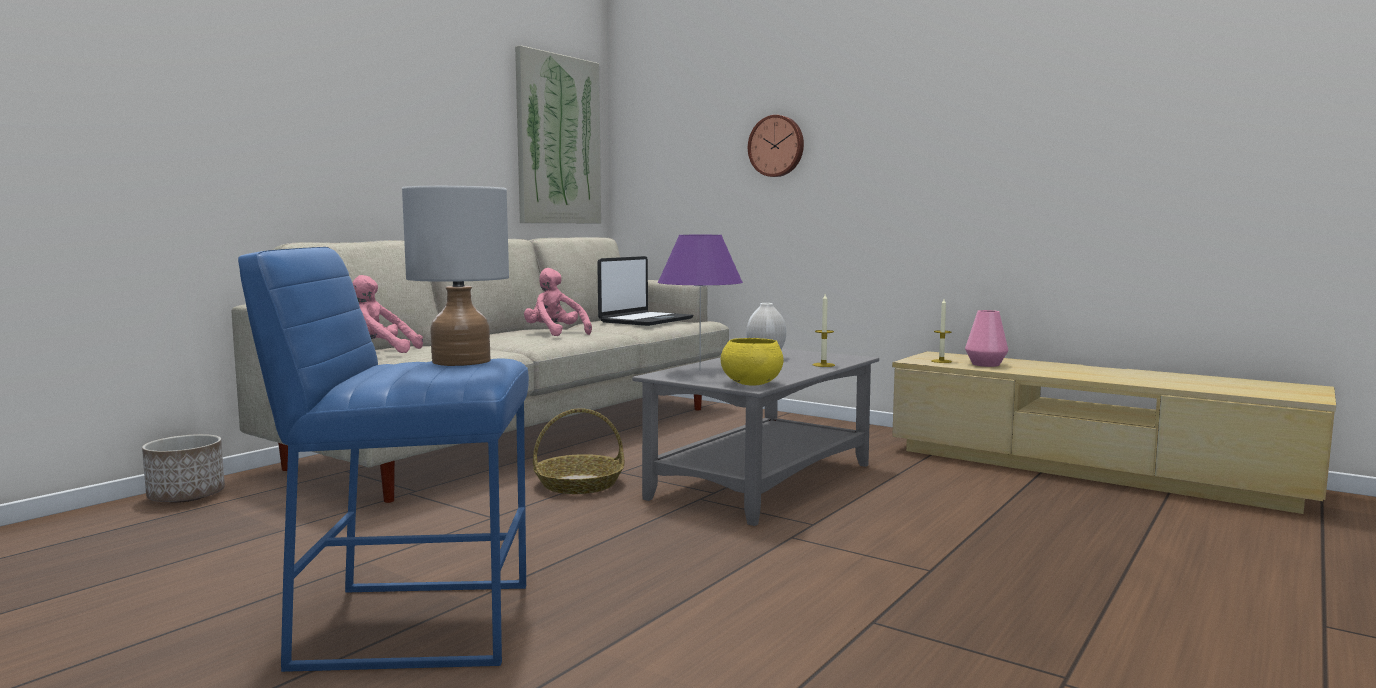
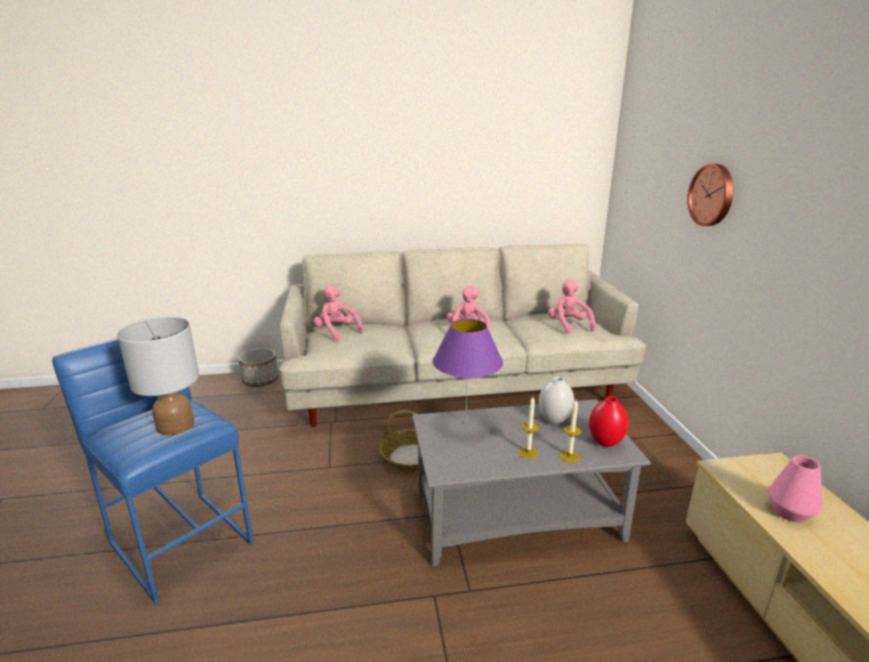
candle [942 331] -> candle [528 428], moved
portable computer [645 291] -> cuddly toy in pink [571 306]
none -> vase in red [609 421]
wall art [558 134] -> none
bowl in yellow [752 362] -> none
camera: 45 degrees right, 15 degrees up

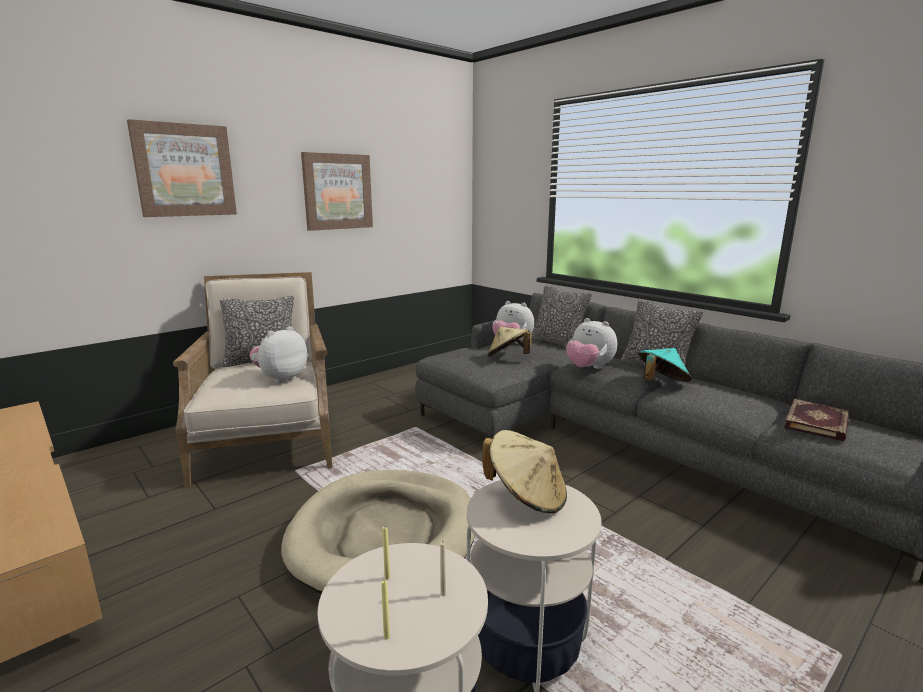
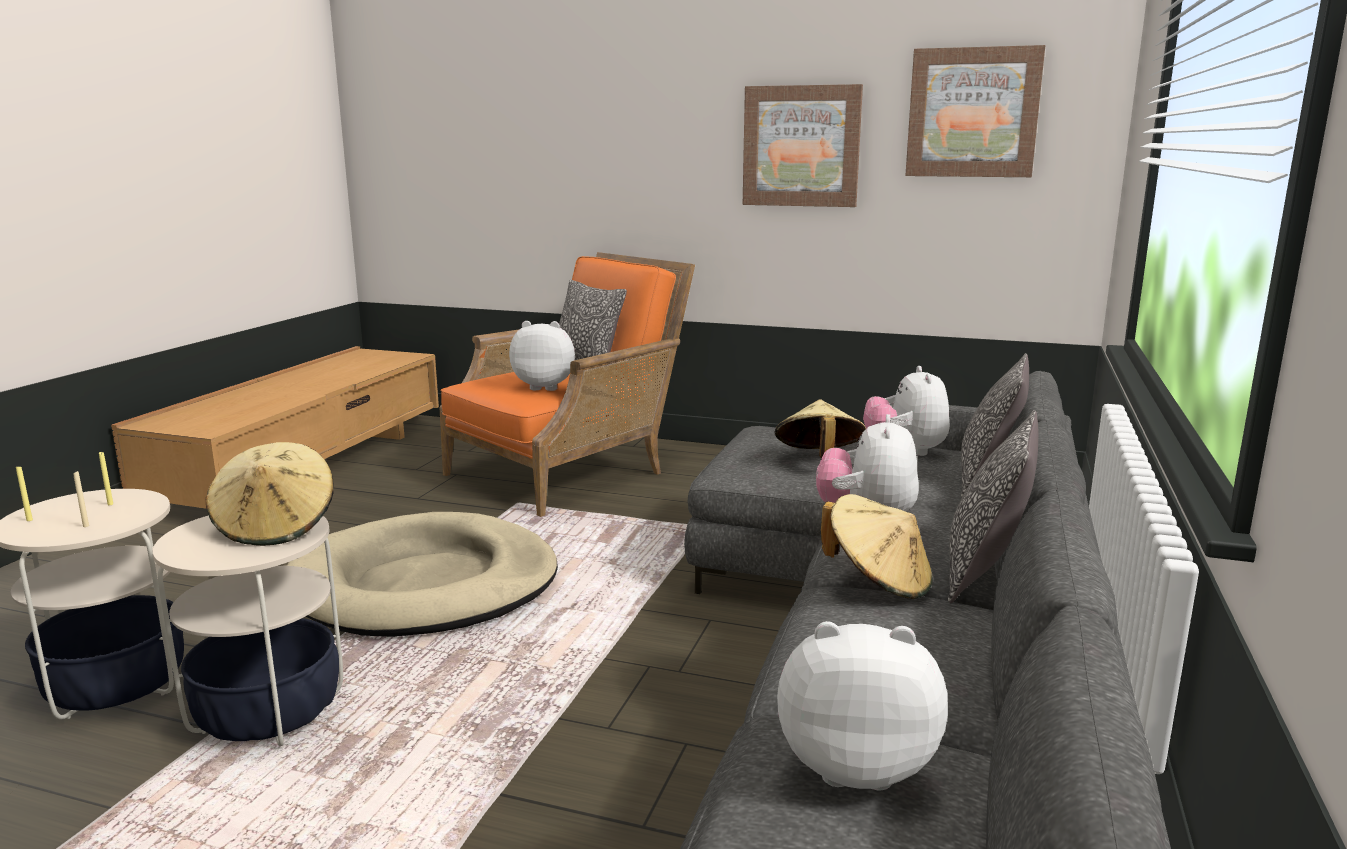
lounge chair in beige [252 380] -> lounge chair in orangey [567 384]
book [816 420] -> cuddly toy [862 705]
wearable hat in turquoise-coloured [665 365] -> wearable hat in beige [877 546]
wall art [182 168] -> wall art [975 111], moved
camera: 60 degrees right, 0 degrees up

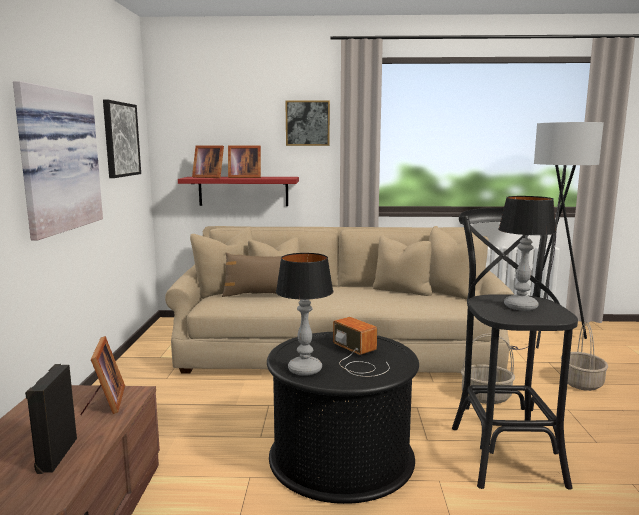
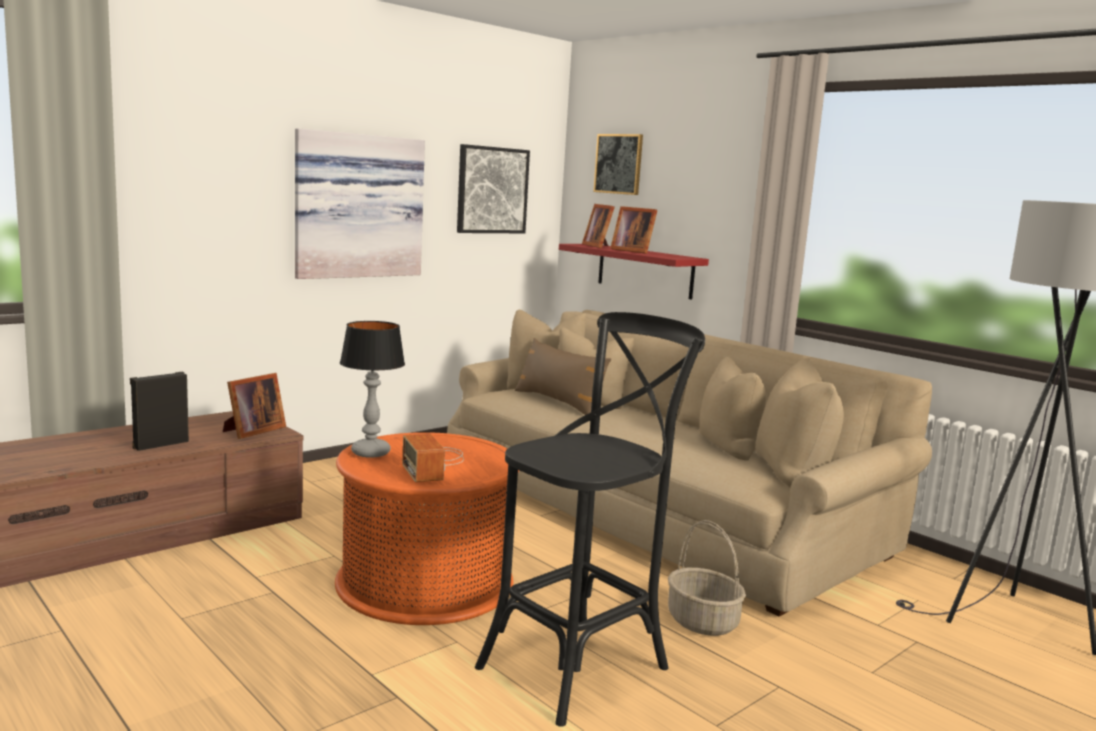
lounge table in black [343 418] -> lounge table in orangey [427 528]
radio receiver [361 347] -> radio receiver [433 458], 150 degrees clockwise
wall art [307 123] -> wall art [618 164], moved
table lamp [527 253] -> none
basket [584 356] -> none
camera: 45 degrees right, 0 degrees up

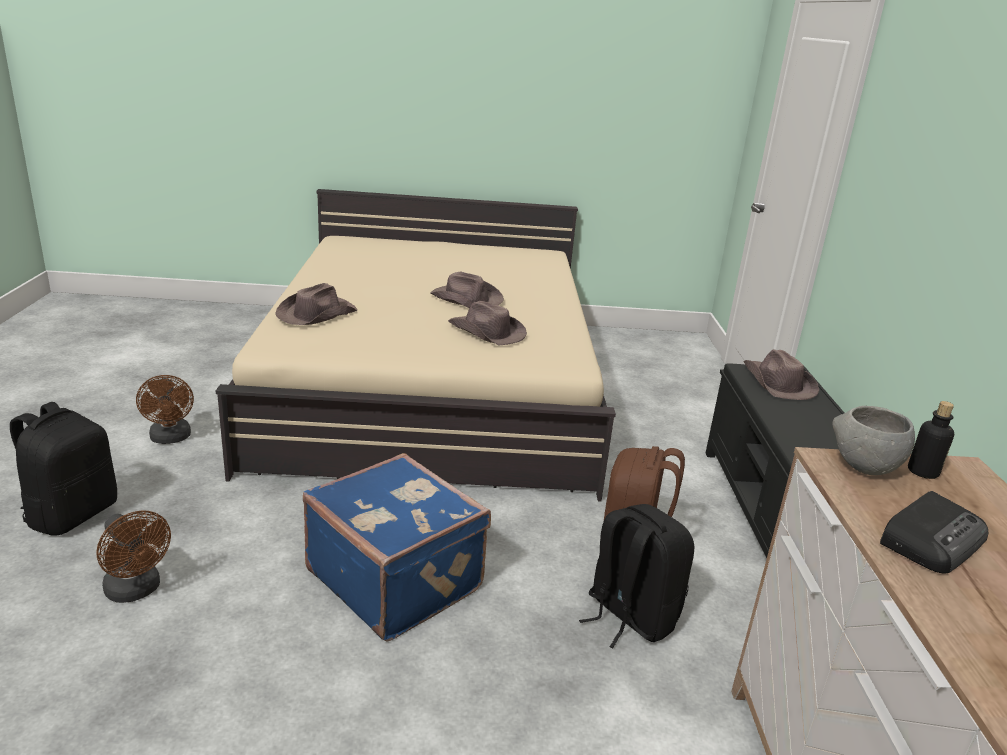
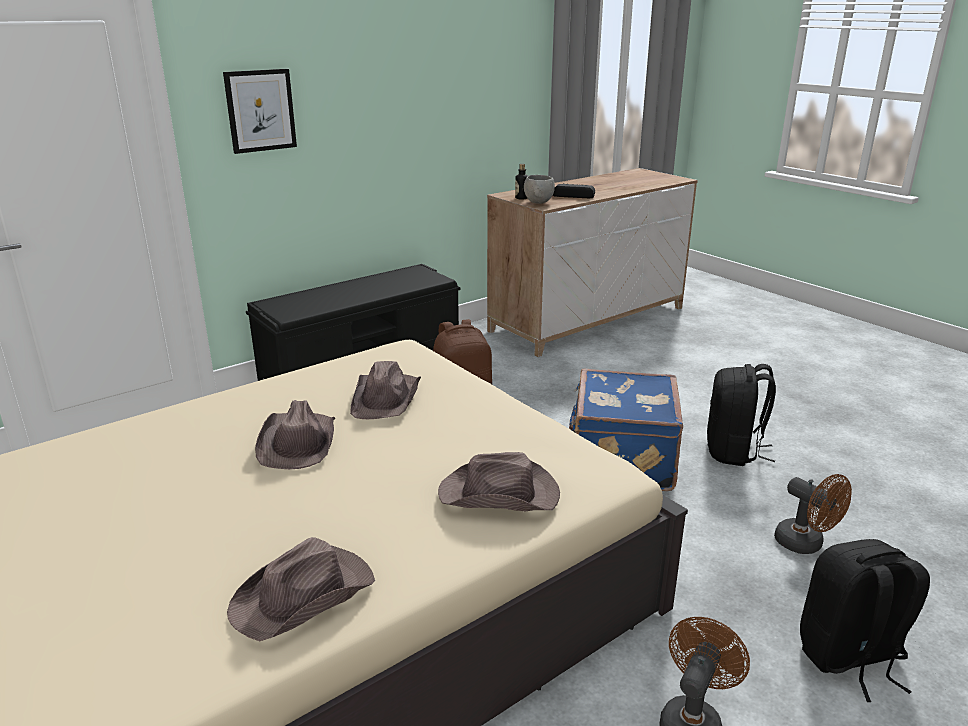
none -> wall art [260 111]
wearable hat in brown [781 374] -> wearable hat in brown [301 589], moved
rucksack in black [636 576] -> rucksack in black [741 415], moved
fan in brown [133 556] -> fan in brown [813 514], 135 degrees clockwise
camera: 125 degrees left, 0 degrees up

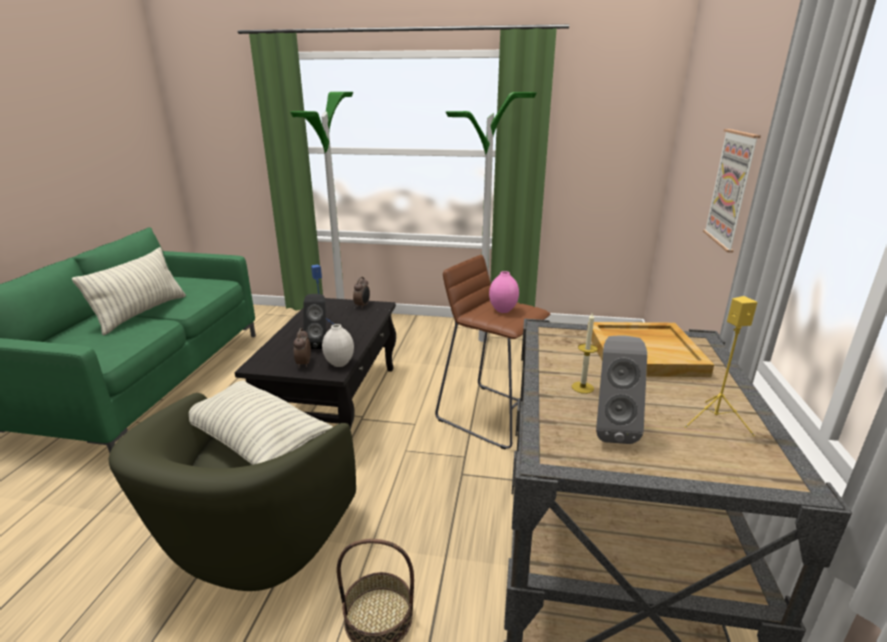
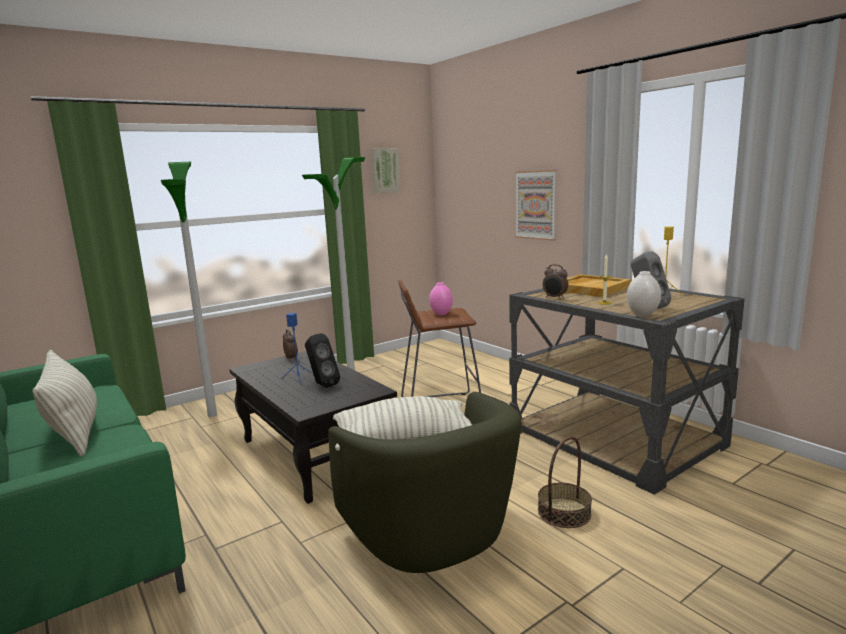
none -> wall art [385 170]
bedside clock [302 348] -> bedside clock [555 281], moved
vase in whitish [338 345] -> vase in whitish [644 294], moved
camera: 45 degrees left, 10 degrees down

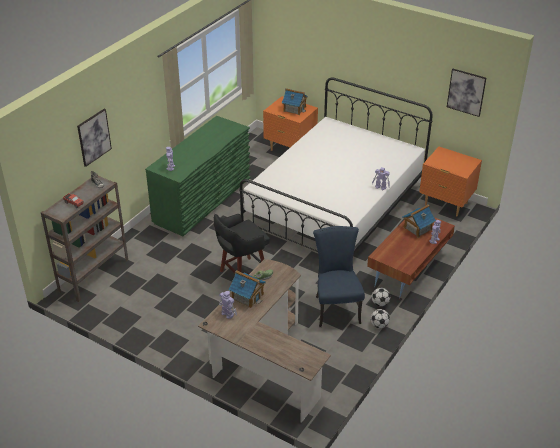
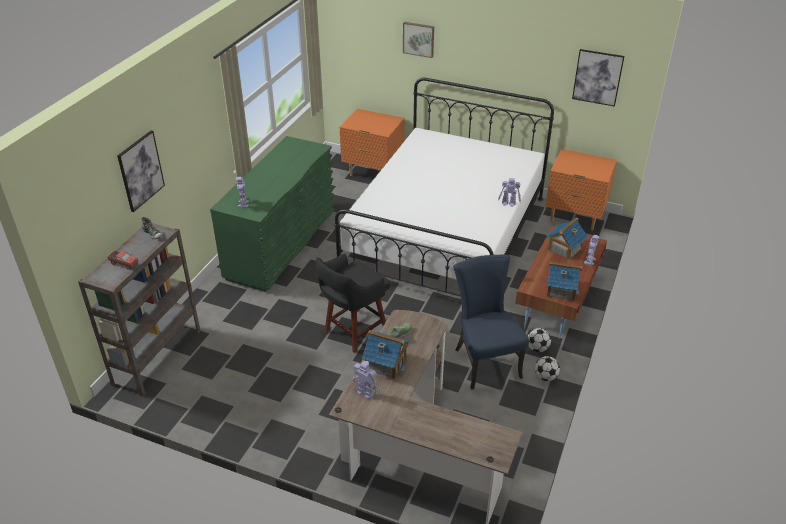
none -> wall art [418 40]
model house [295 101] -> model house [564 281], moved
camera: 10 degrees left, 0 degrees up

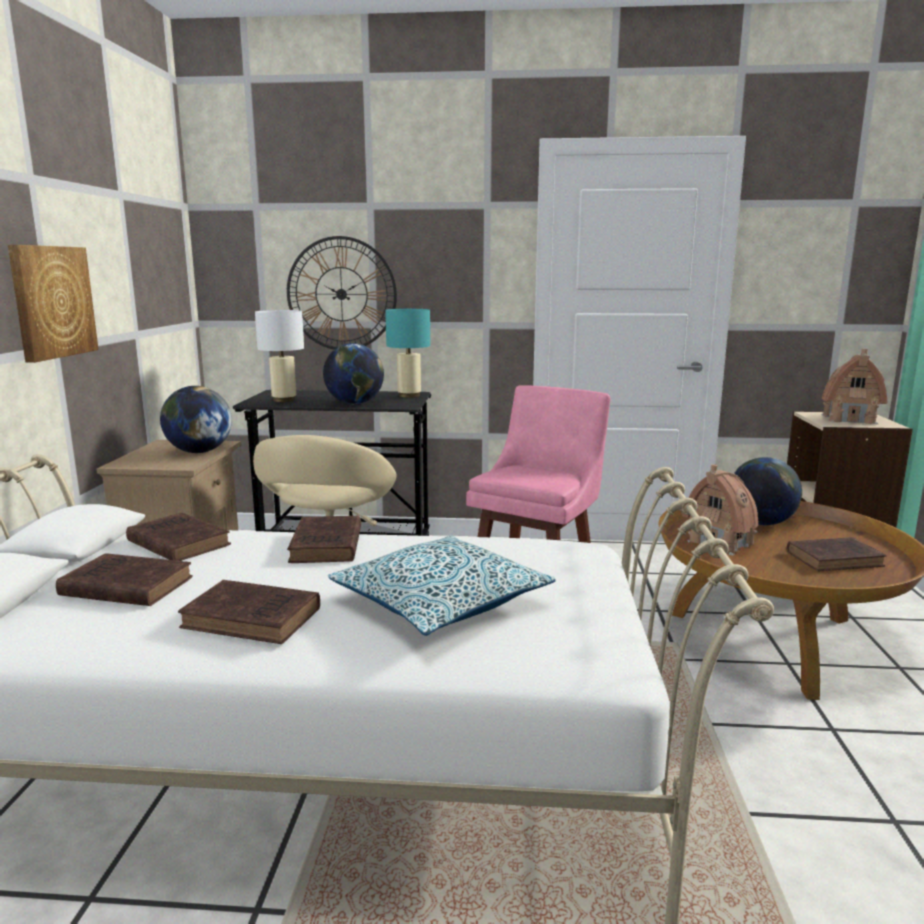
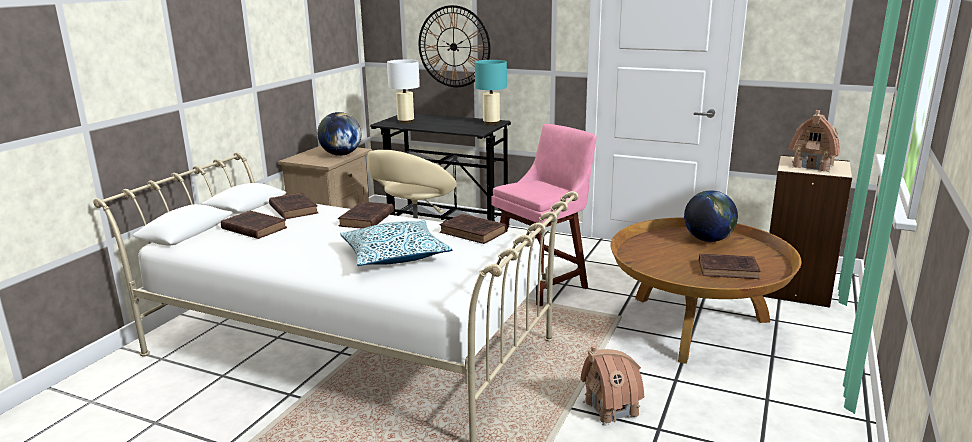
book in brown [249 612] -> book in brown [473 229], moved
model house [720 510] -> model house [612 385], moved
wall art [53 304] -> none
globe [353 373] -> none
camera: 20 degrees right, 5 degrees up

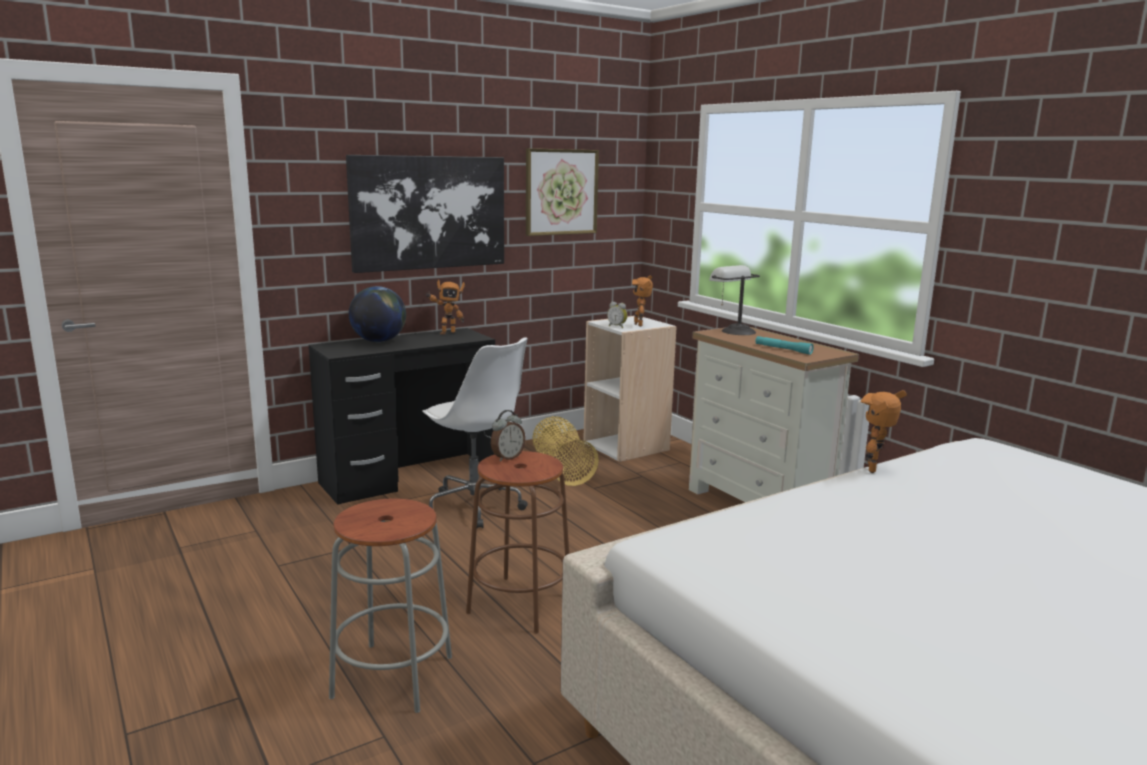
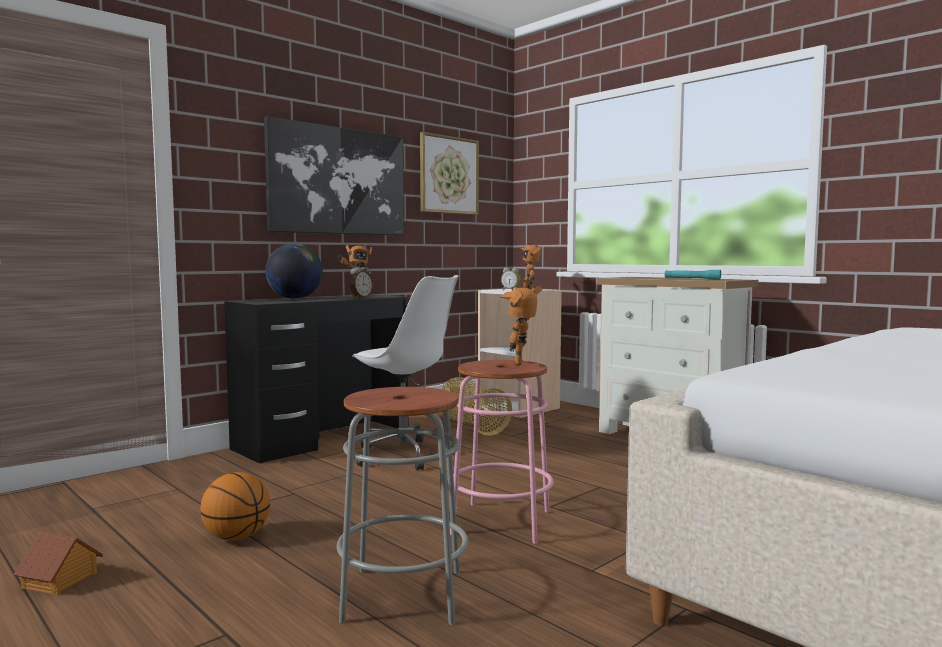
none -> model house [58 563]
none -> basketball ball [235 506]
bedside clock [508 436] -> bedside clock [361 280], moved
sitting stool in brown [517 542] -> sitting stool in pink [501 452]
toy robot [883 431] -> toy robot [521 325], moved
table lamp [734 300] -> none
camera: 10 degrees left, 10 degrees down

